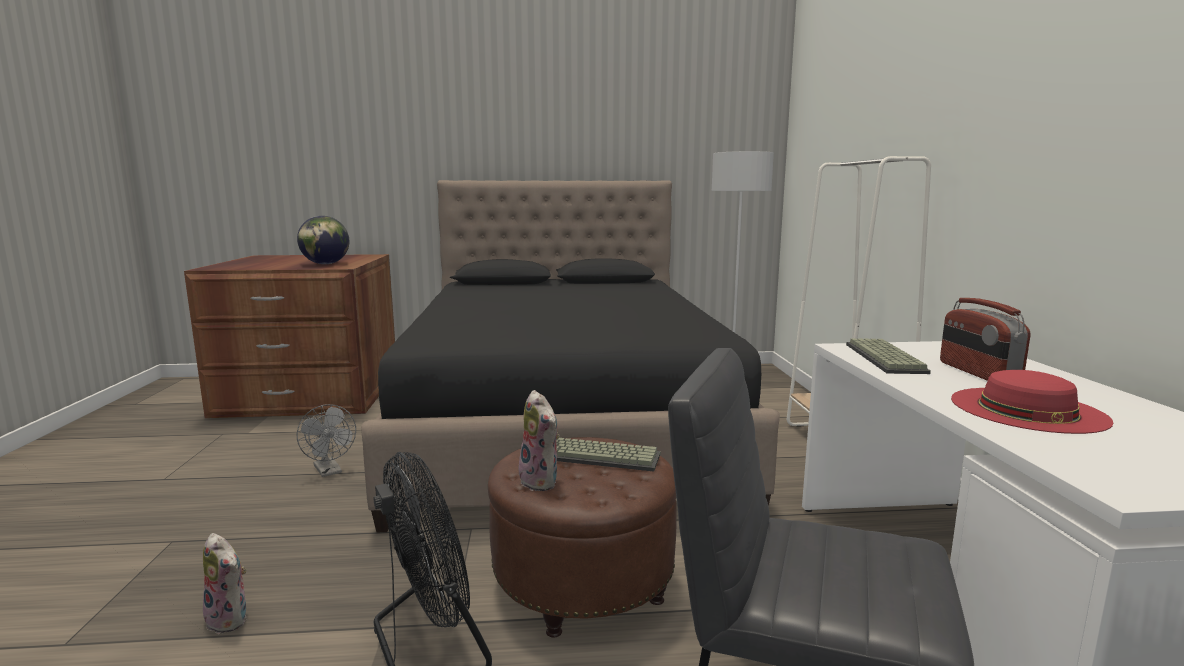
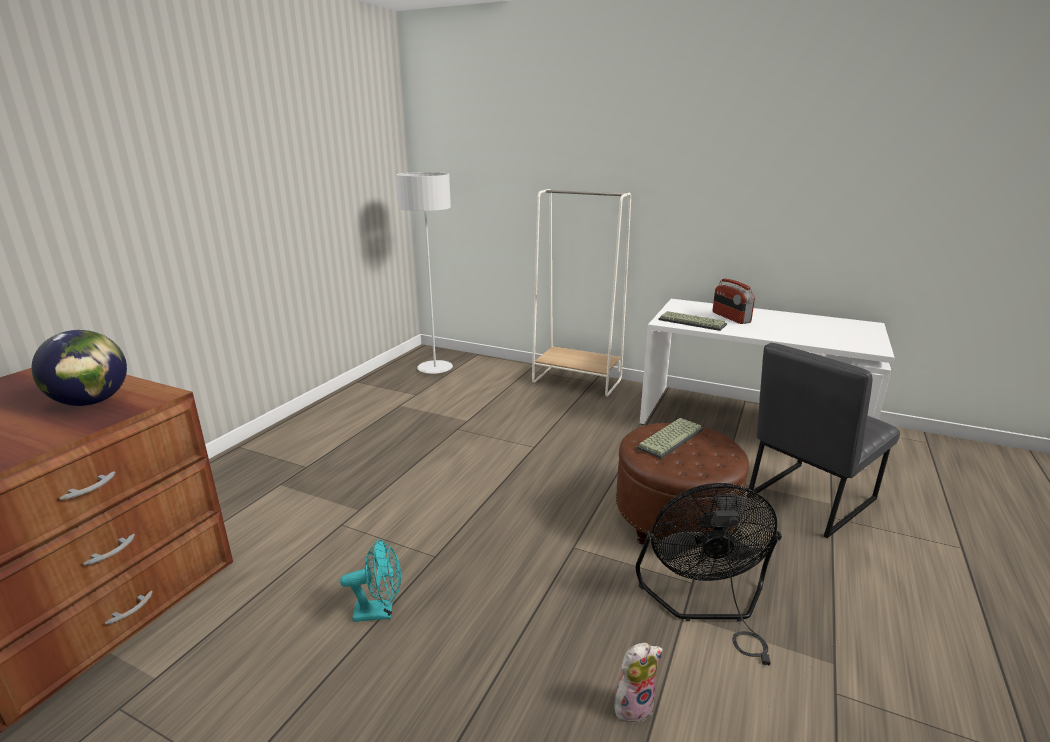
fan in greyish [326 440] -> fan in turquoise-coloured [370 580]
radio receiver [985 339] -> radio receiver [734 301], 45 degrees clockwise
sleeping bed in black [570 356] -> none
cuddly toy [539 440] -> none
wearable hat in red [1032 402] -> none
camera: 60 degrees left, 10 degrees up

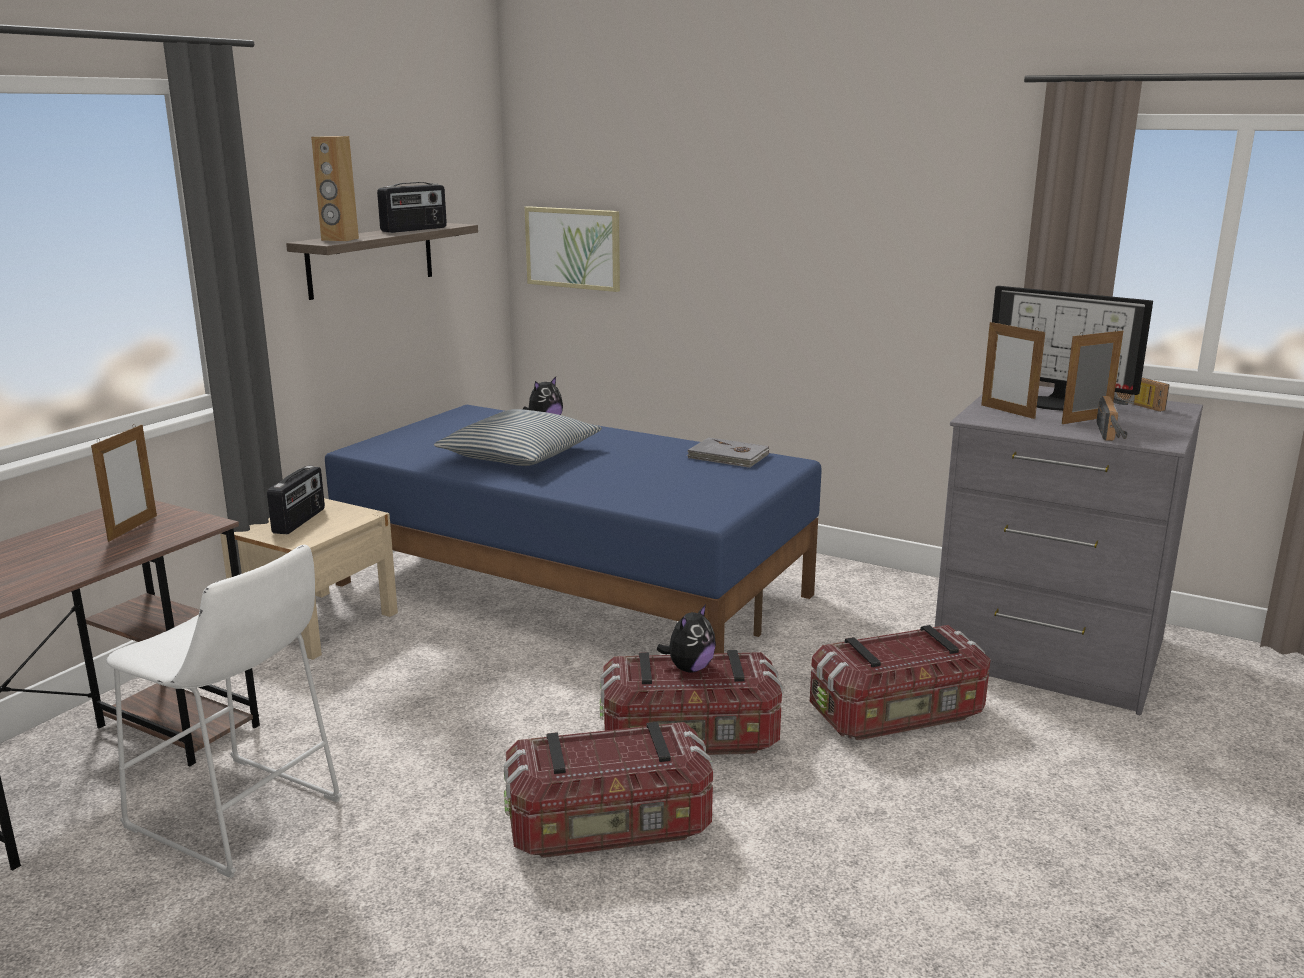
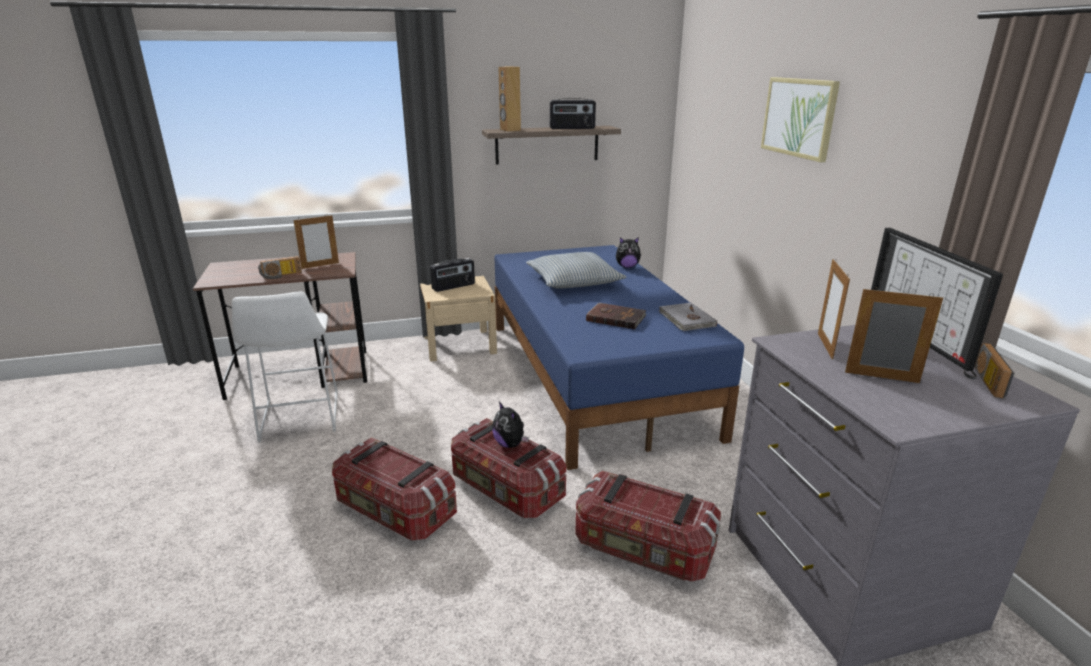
radio receiver [1112 418] -> radio receiver [280 267], moved
cuddly toy [686 638] -> cuddly toy [510 425], 60 degrees clockwise
none -> book in brown [616 316]
wall art [572 249] -> wall art [800 119], moved
camera: 45 degrees right, 5 degrees up

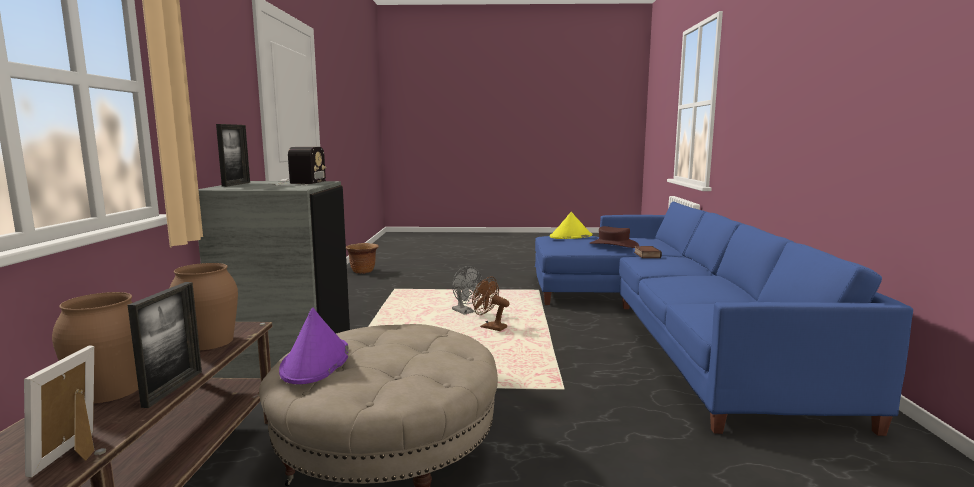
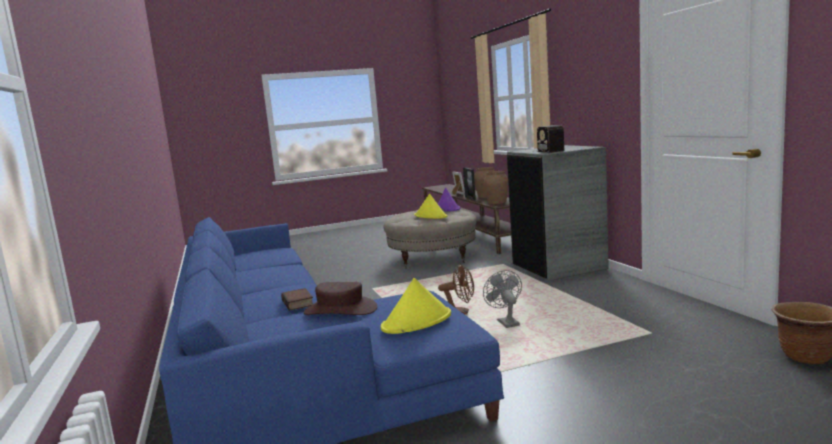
none -> wearable hat in yellow [431 206]
fan in greyish [467 290] -> fan in greyish [502 299], 45 degrees clockwise
picture frame [233 155] -> none
camera: 160 degrees right, 0 degrees up

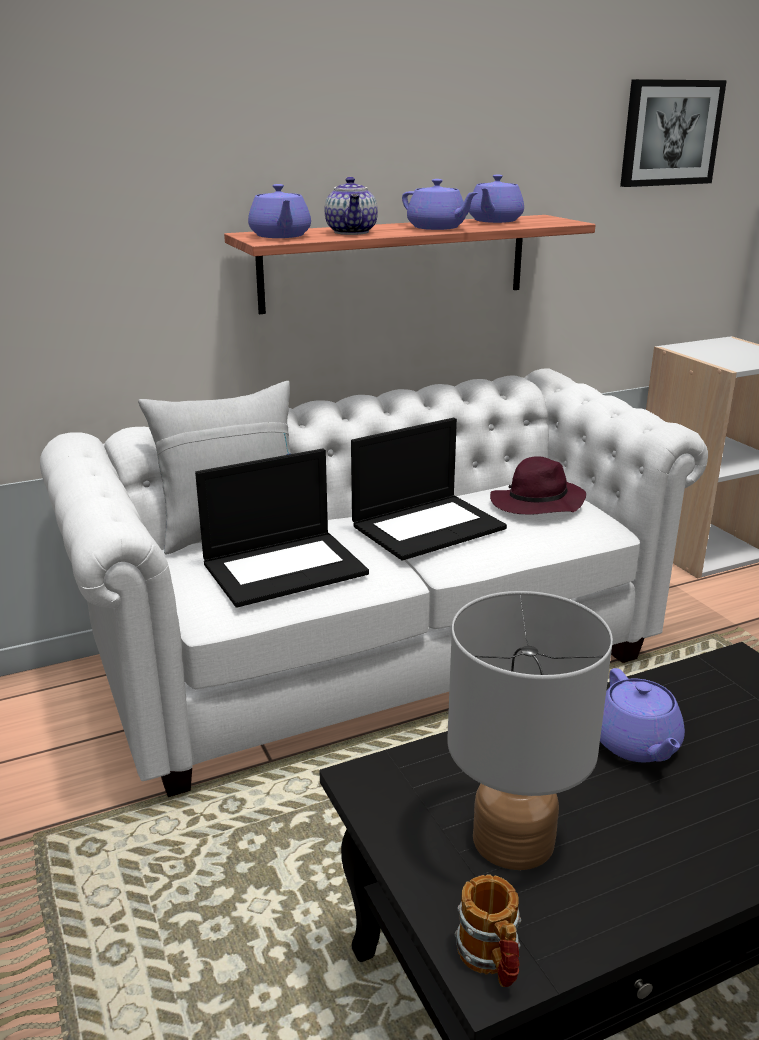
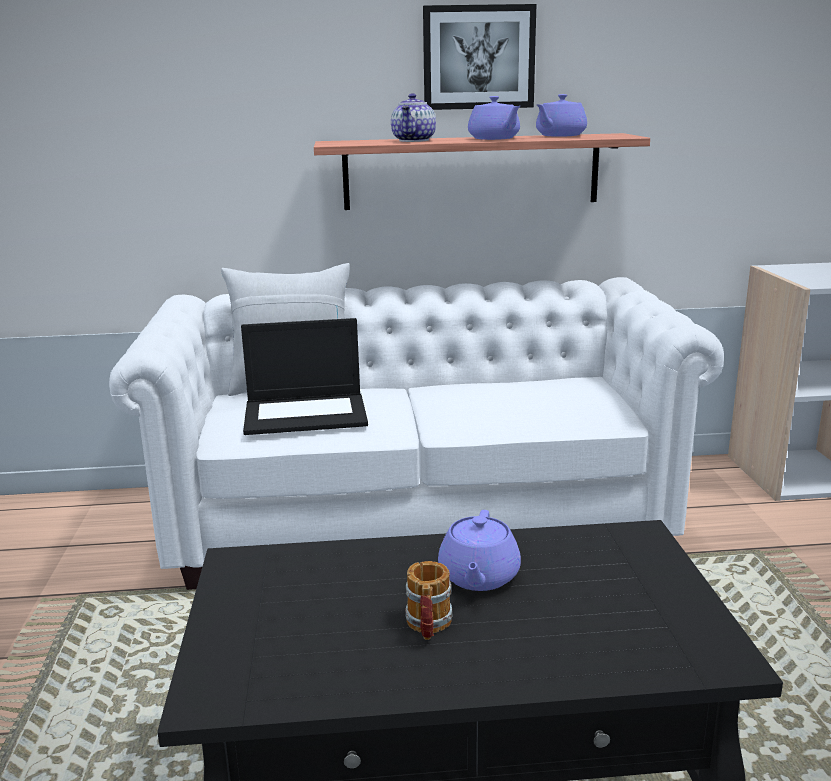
mug [487 931] -> mug [429 600], moved
wall art [673 133] -> wall art [479 57], moved
pot for tea in purple-coloured [279 211] -> none
portable computer [429 489] -> none
table lamp in greyish [530 730] -> none
wearable hat in purple-coloured [538 485] -> none
camera: 20 degrees right, 5 degrees down

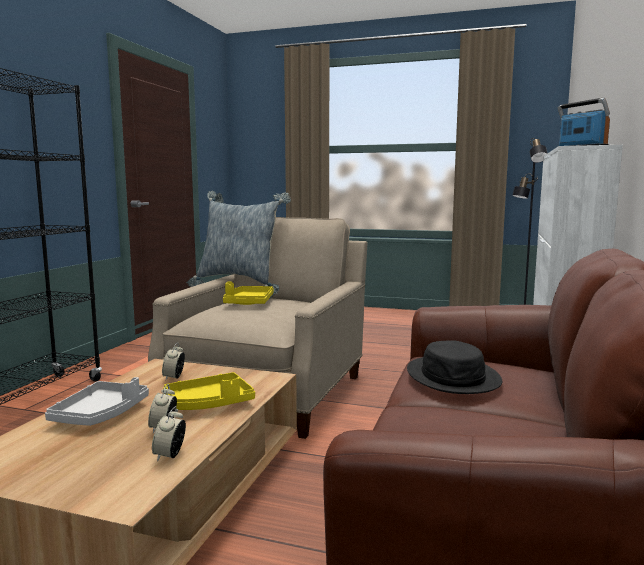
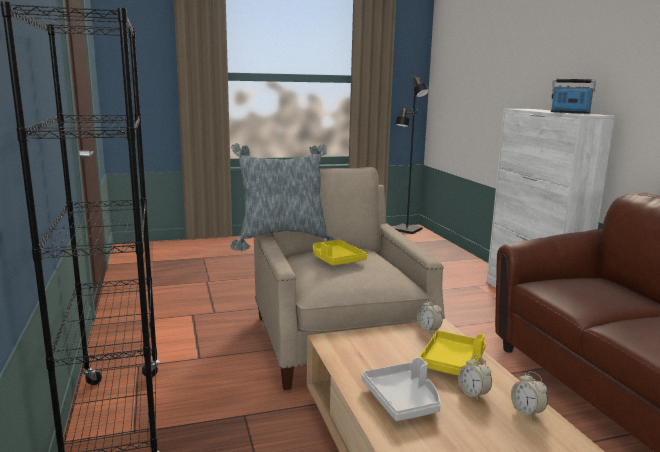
bedside clock [173 361] -> bedside clock [430 315], moved
wearable hat in black [454 367] -> none
camera: 35 degrees left, 5 degrees up

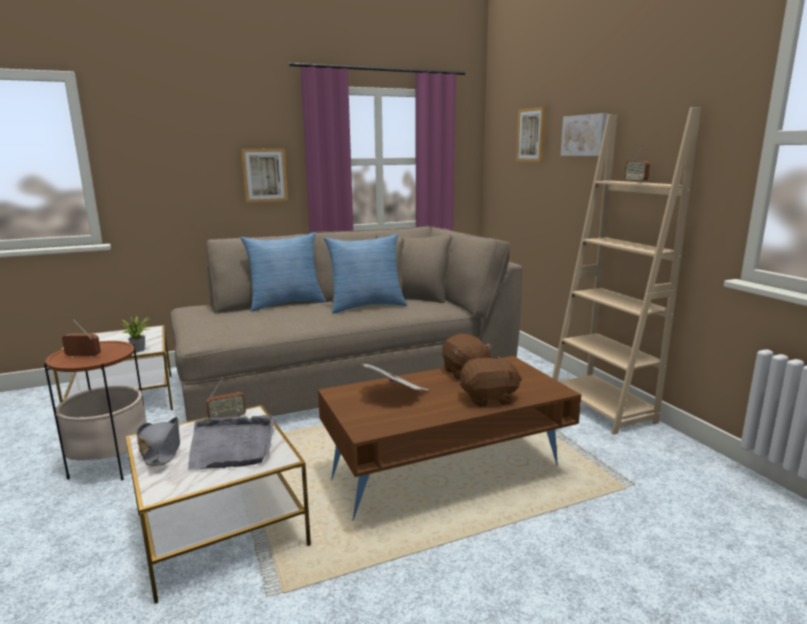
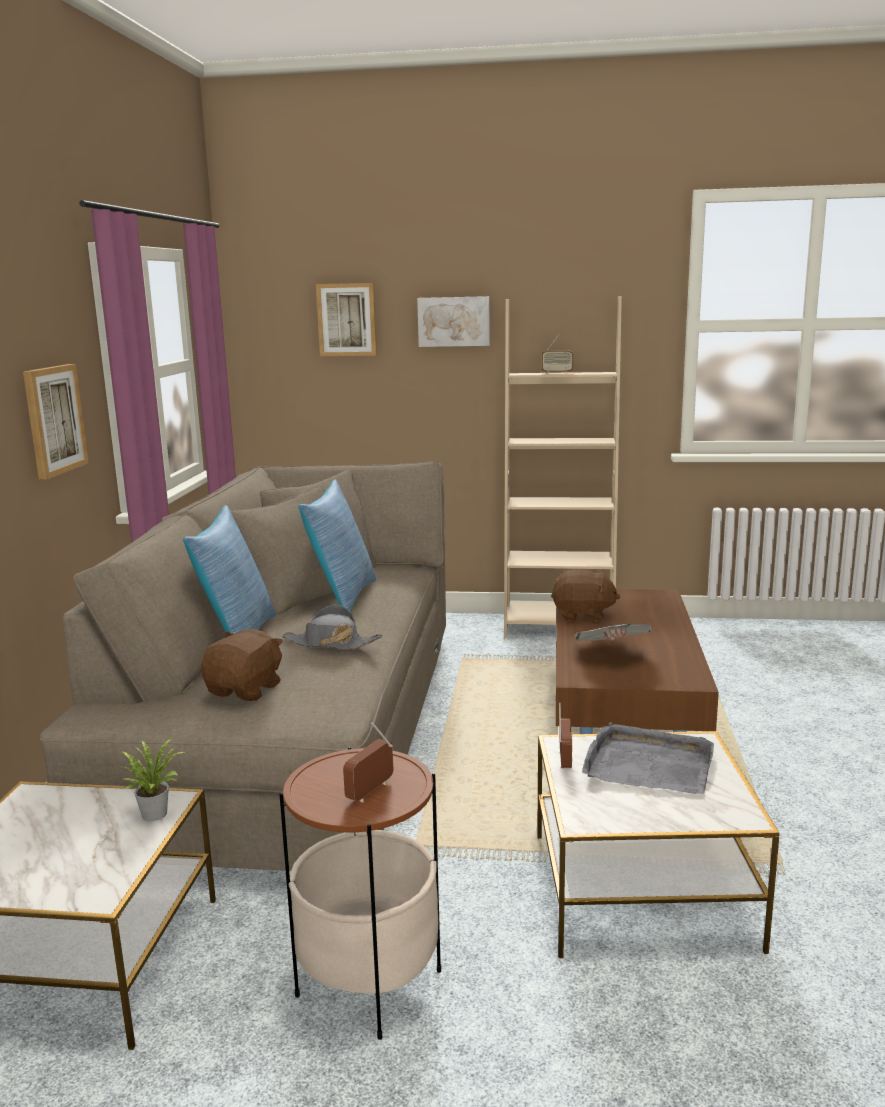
cuddly toy in brown [491 381] -> cuddly toy in brown [242 665], moved
wearable hat in greyish [158 441] -> wearable hat in greyish [332 627], moved
camera: 60 degrees left, 0 degrees up

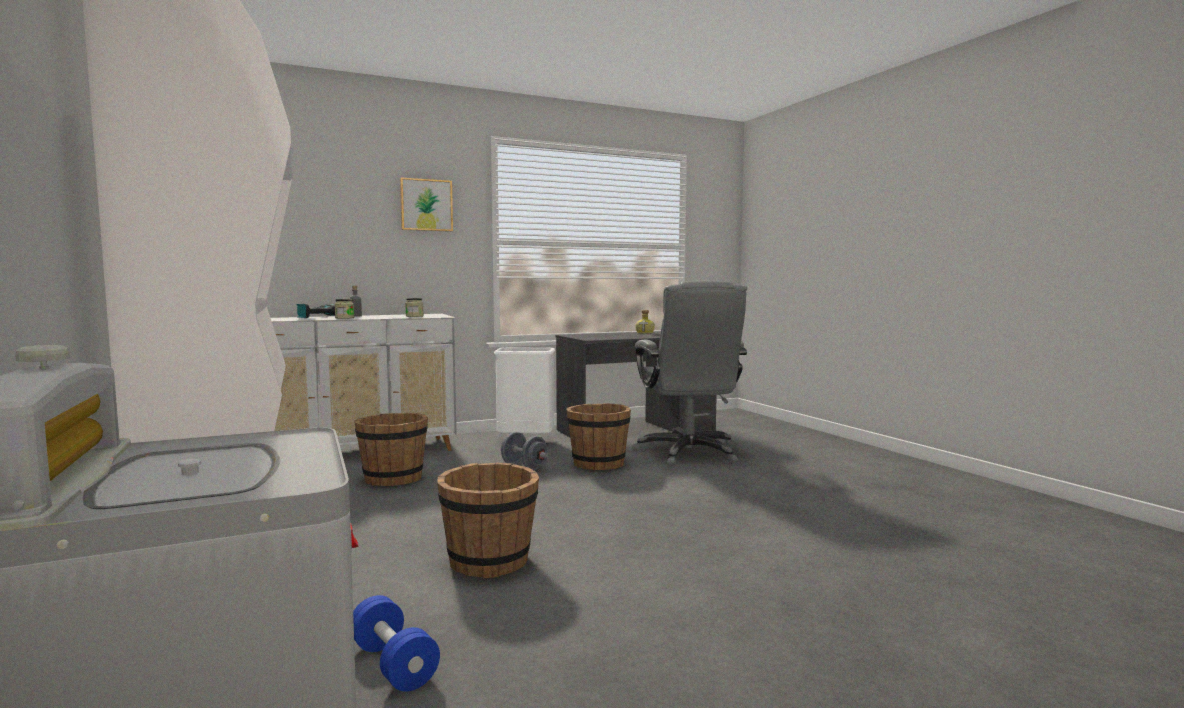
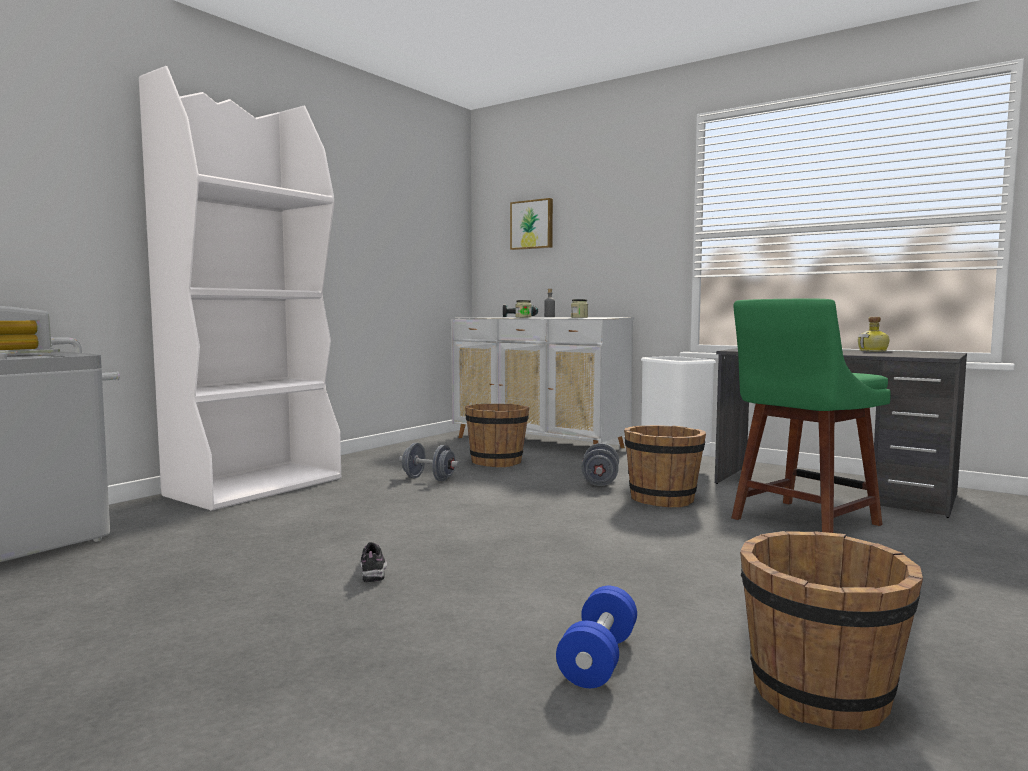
none -> shoe [373 562]
none -> free weight in greyish [429 462]
wall art [426 205] -> wall art [531 224], moved
free weight in blue [396 643] -> free weight in blue [596 637], moved
computer chair in greyish [689 373] -> sitting stool in greenish [811 415]
pail in brown [488 520] -> pail in brown [831 631], moved
camera: 60 degrees right, 0 degrees up

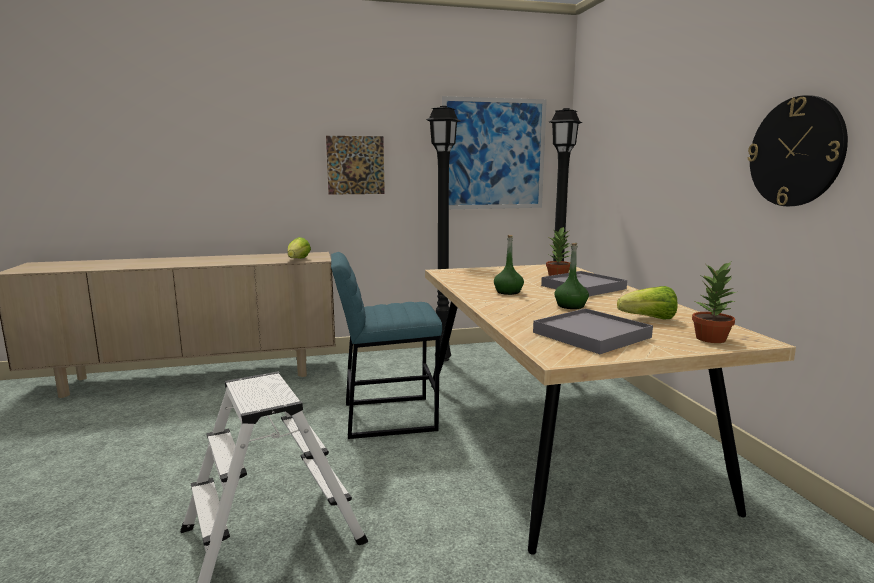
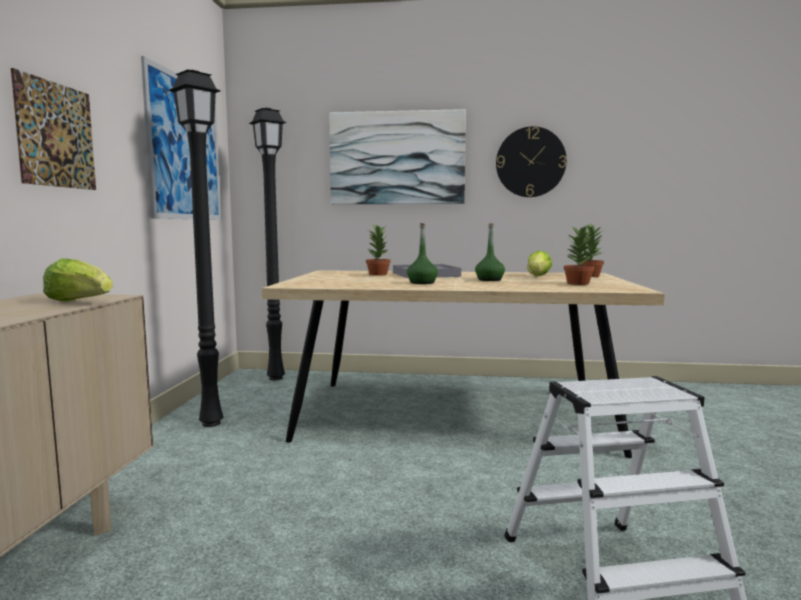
none -> wall art [397 156]
serving tray in greyish [593 331] -> houseplant [579 254]
sitting stool in blue [386 345] -> none
camera: 70 degrees left, 5 degrees down

